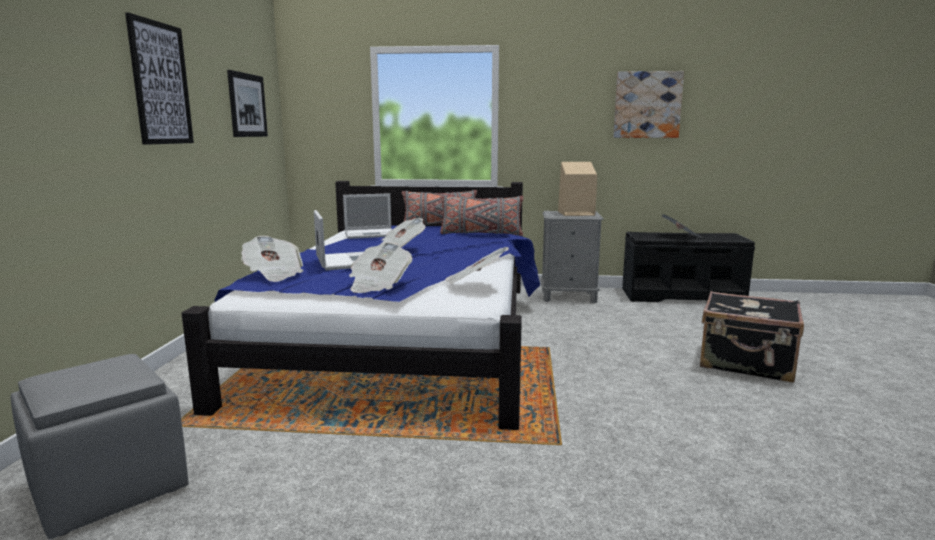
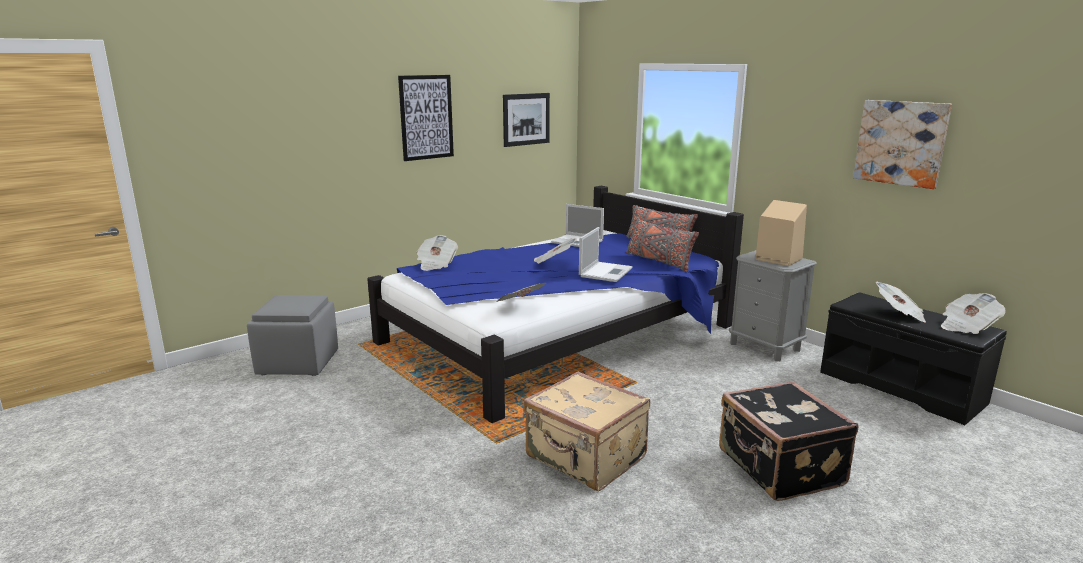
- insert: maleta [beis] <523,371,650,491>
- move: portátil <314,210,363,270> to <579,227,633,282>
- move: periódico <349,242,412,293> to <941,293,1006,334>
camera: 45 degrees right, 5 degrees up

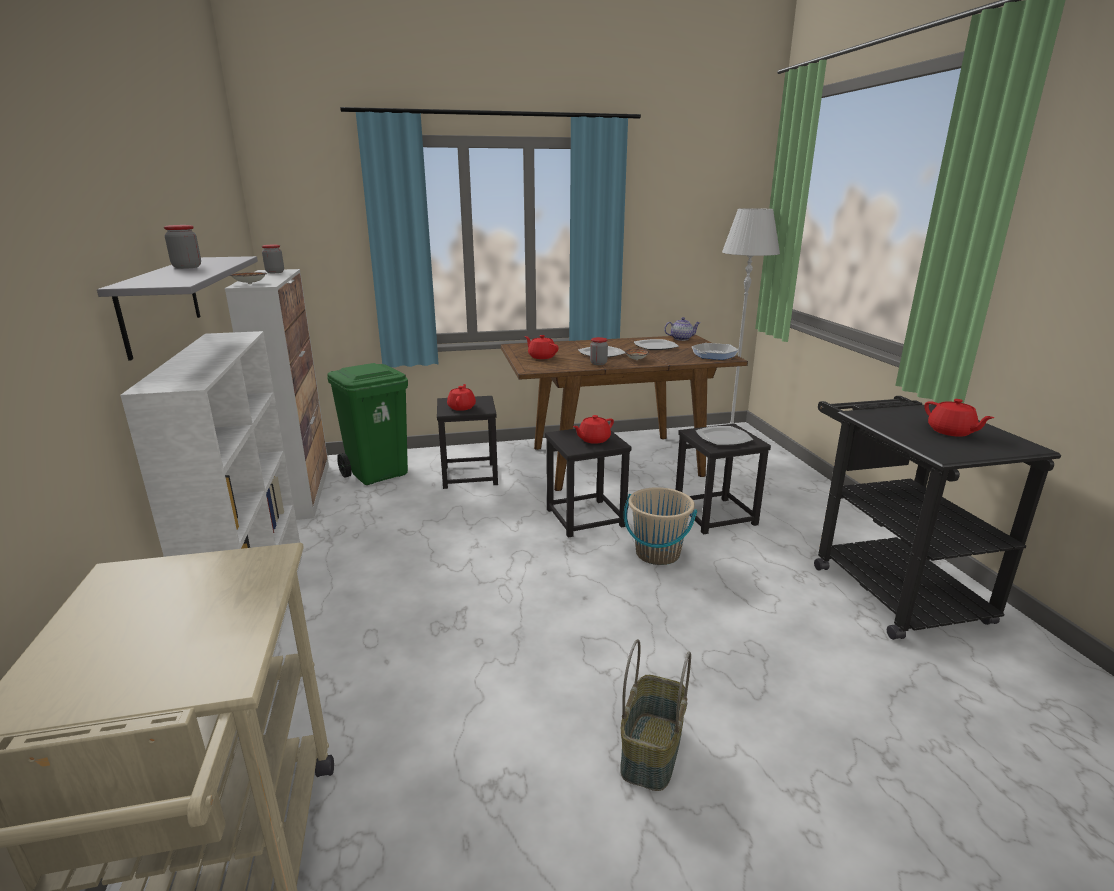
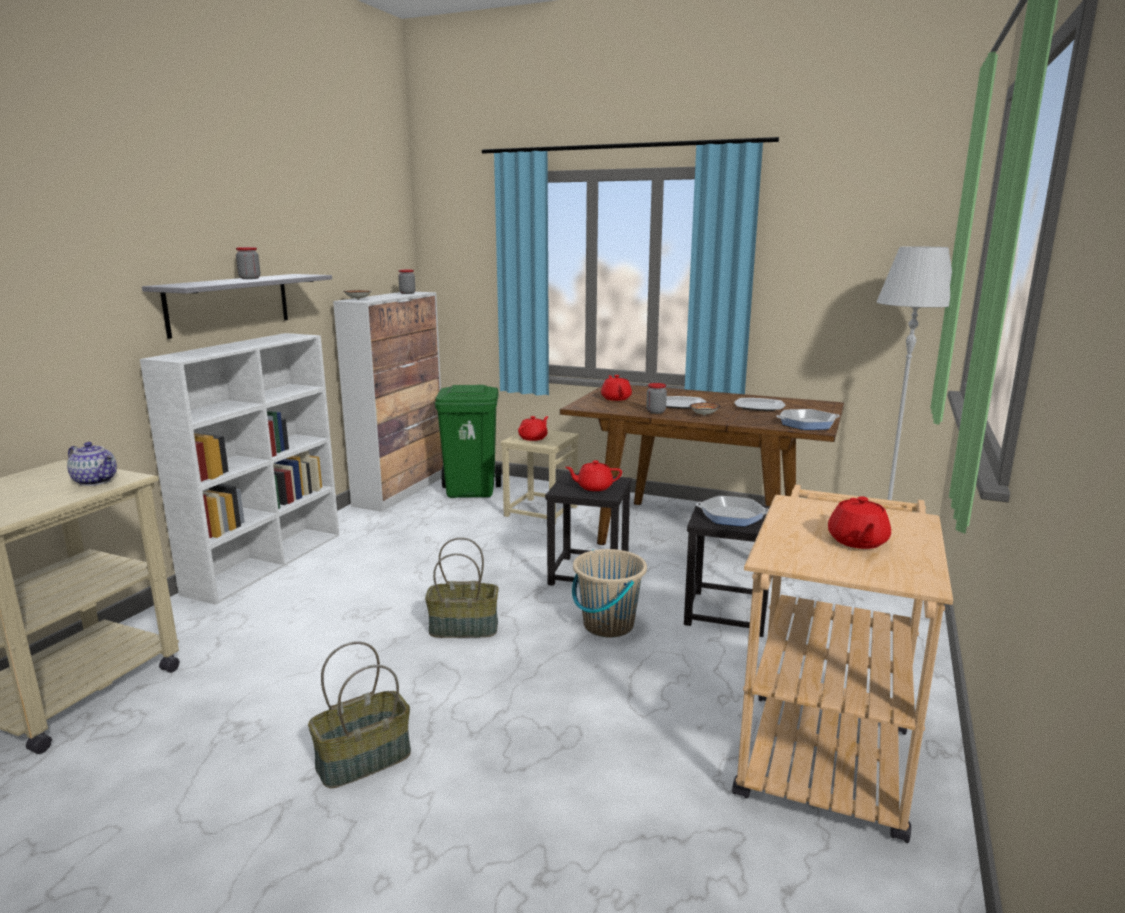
- move: tetera <664,317,700,341> to <67,442,117,486>
- insert: cesta <425,538,499,638>
- recolor: taburete [negro] <437,396,498,489> to taburete [beis] <501,430,579,524>
- replace: plato <696,426,753,445> to sartén <696,496,769,526>
- recolor: carrito [negro] <814,396,1061,640> to carrito [beis] <732,485,953,843>
camera: 35 degrees right, 5 degrees down

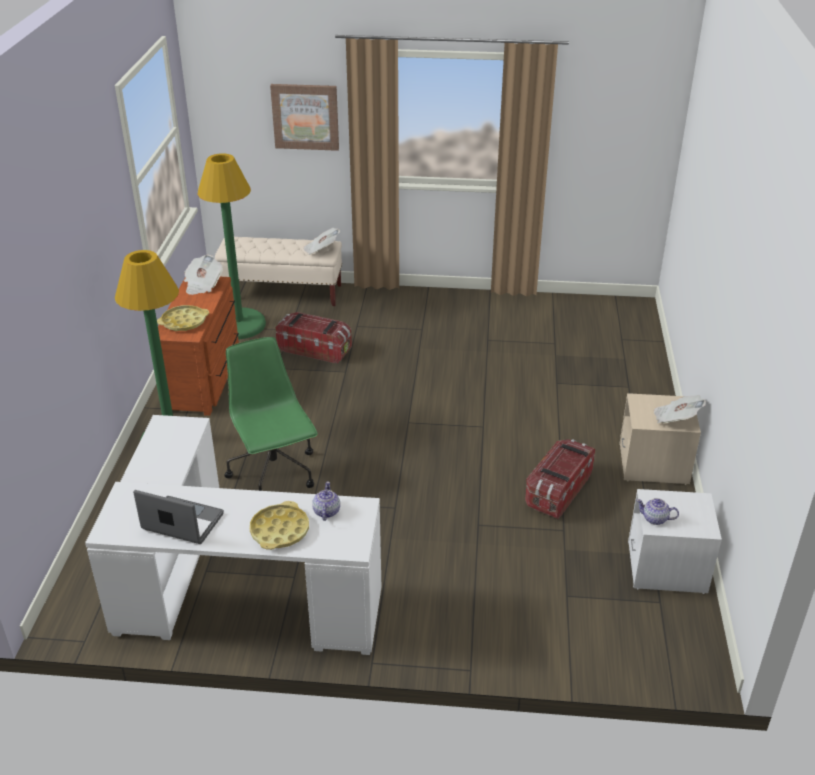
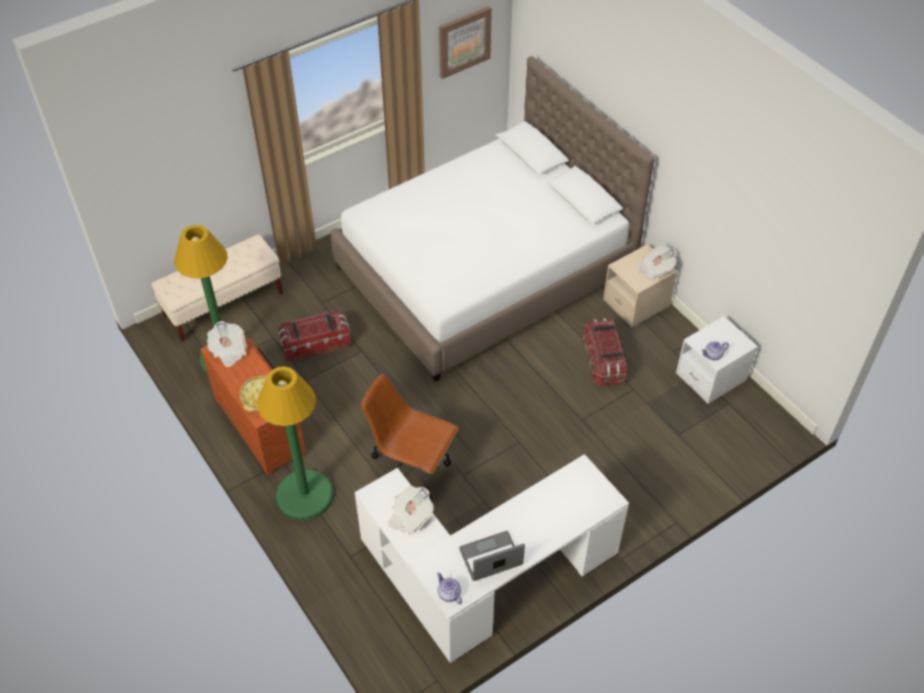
- insert: cama [blanco] <330,56,654,382>
- recolor: silla de oficina [verde] <224,337,318,491> to silla de oficina [marrón] <361,374,458,500>
- move: periódico <303,228,340,255> to <388,486,434,535>
- move: tetera <312,481,340,521> to <437,572,462,604>
- move: cuadro <270,84,339,151> to <439,6,492,79>
- delete: bandeja [amarillo] <250,501,309,550>
camera: 40 degrees left, 15 degrees up

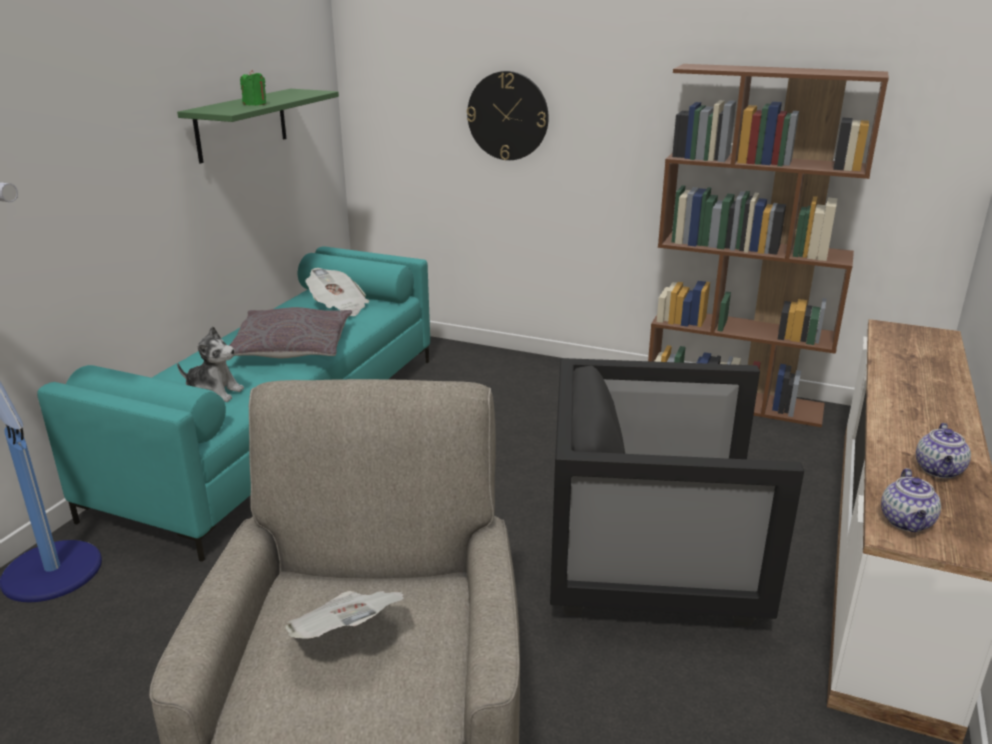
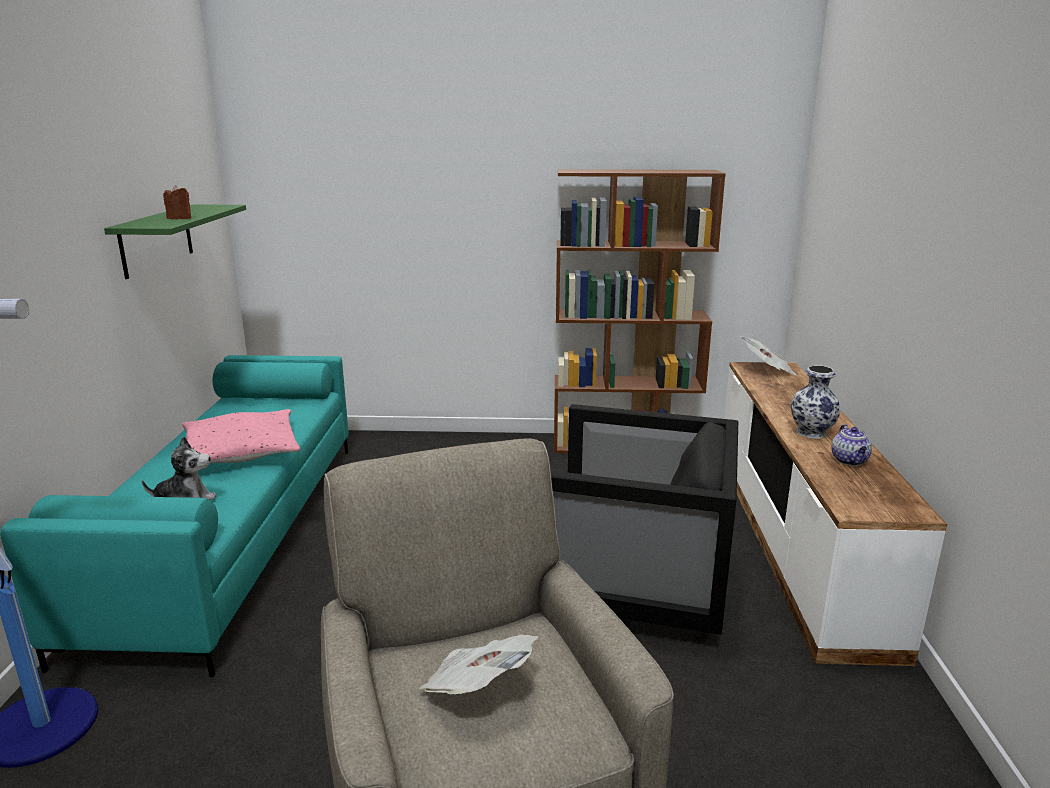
- recolor: vela [verde] <240,70,266,106> to vela [marrón] <163,185,191,219>
- recolor: cojín [gris] <229,307,352,358> to cojín [rosa] <182,409,300,463>
- rotate: sillón [negro] <550,358,804,627> = <551,404,738,642> 150 degrees counterclockwise
- move: periódico <305,268,369,316> to <740,336,796,375>
- insert: florero <791,365,840,439>
- delete: reloj de pared <467,71,549,160>
- delete: tetera <881,468,941,532>
camera: 20 degrees left, 5 degrees down

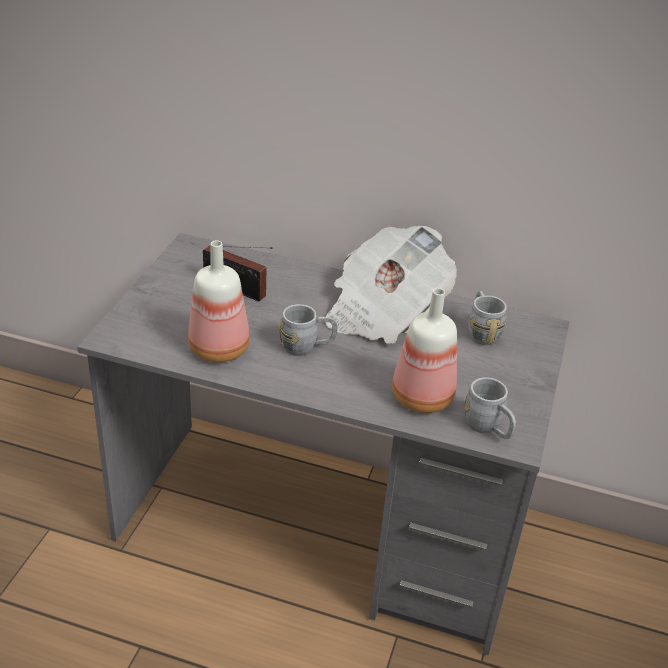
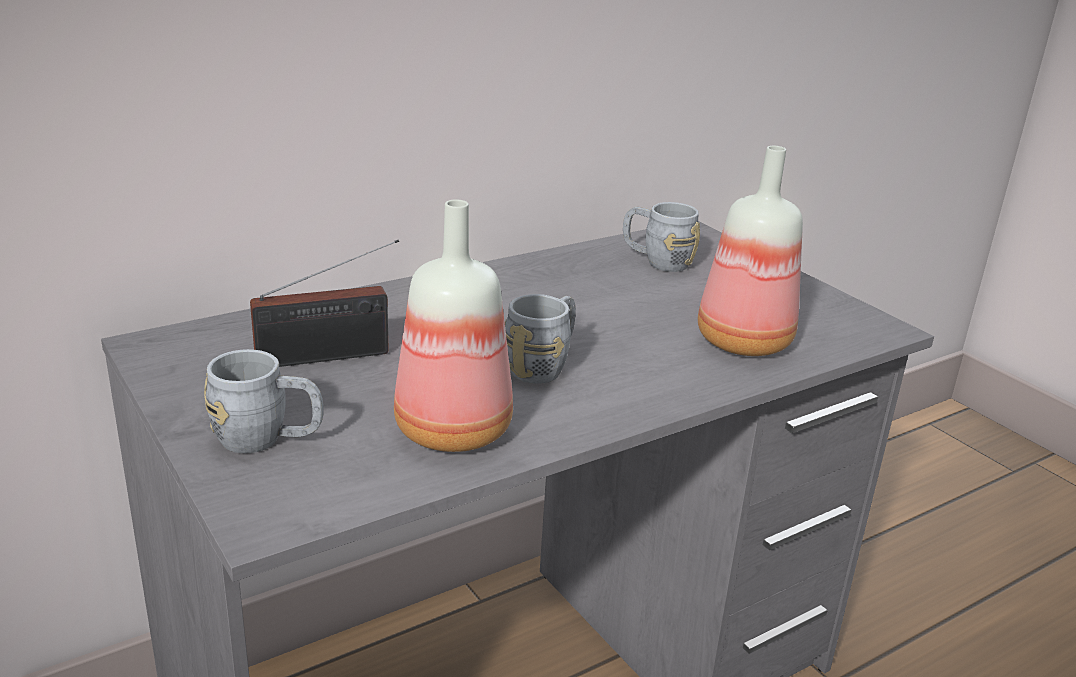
- move: taza grande [gris] <465,377,516,439> to <204,349,324,454>
- delete: periódico <325,226,457,344>
camera: 50 degrees left, 10 degrees down

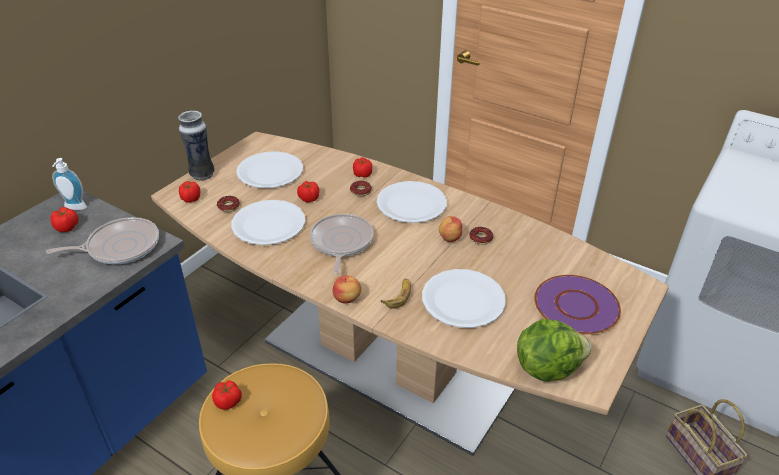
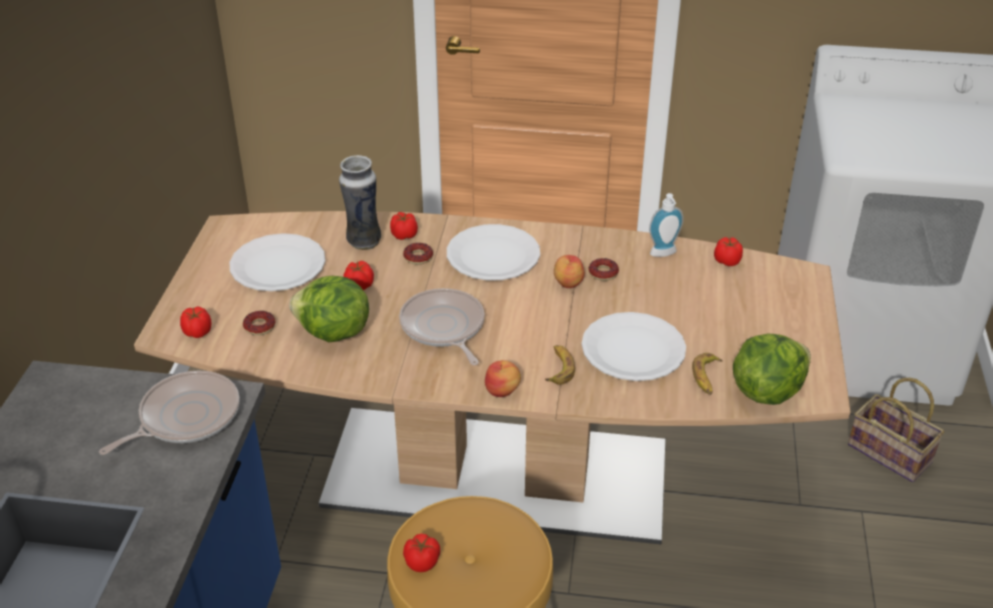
- replace: plato [blanco] <231,200,305,245> to lechuga <289,276,369,342>
- move: florero <178,111,215,181> to <339,155,381,250>
- move: dispensador de jabón <52,158,87,210> to <649,193,684,257>
- insert: plátano <692,353,723,395>
- move: tomate <50,207,79,232> to <714,237,743,266>
- delete: plato [morado] <534,275,621,334>
camera: 25 degrees left, 0 degrees up

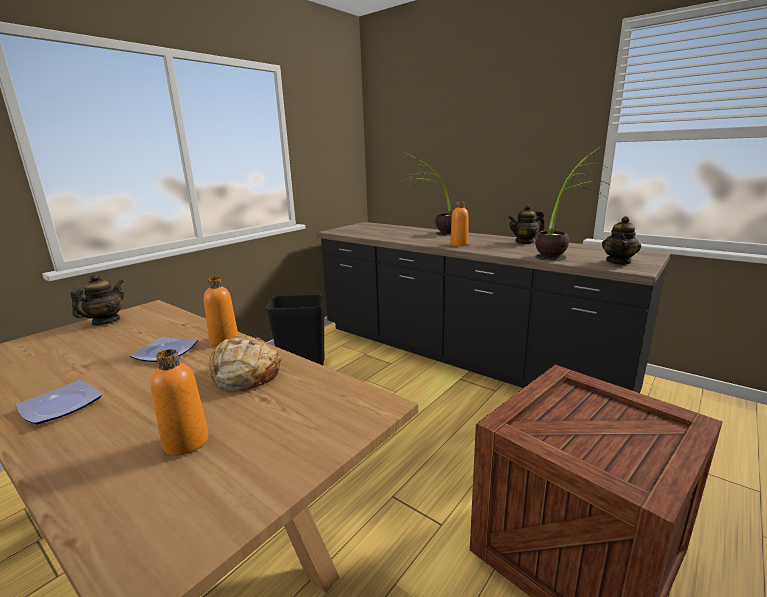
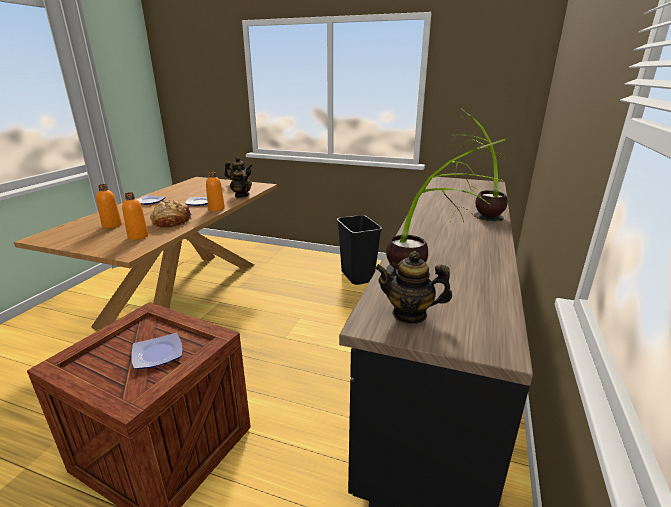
- move: botella [naranja] <450,202,469,246> to <122,192,148,240>
- insert: plato <131,333,183,369>
- move: tetera <508,205,545,244> to <230,166,252,198>
camera: 70 degrees right, 5 degrees up

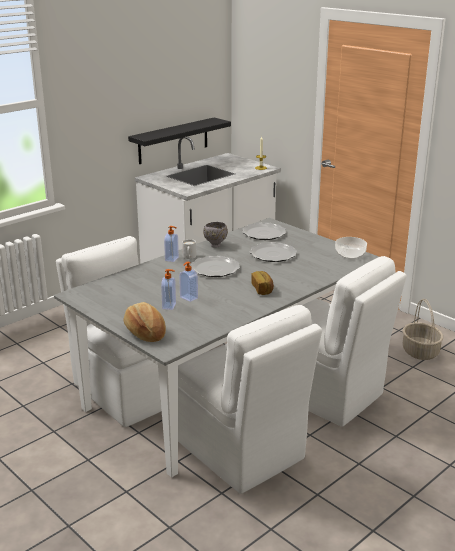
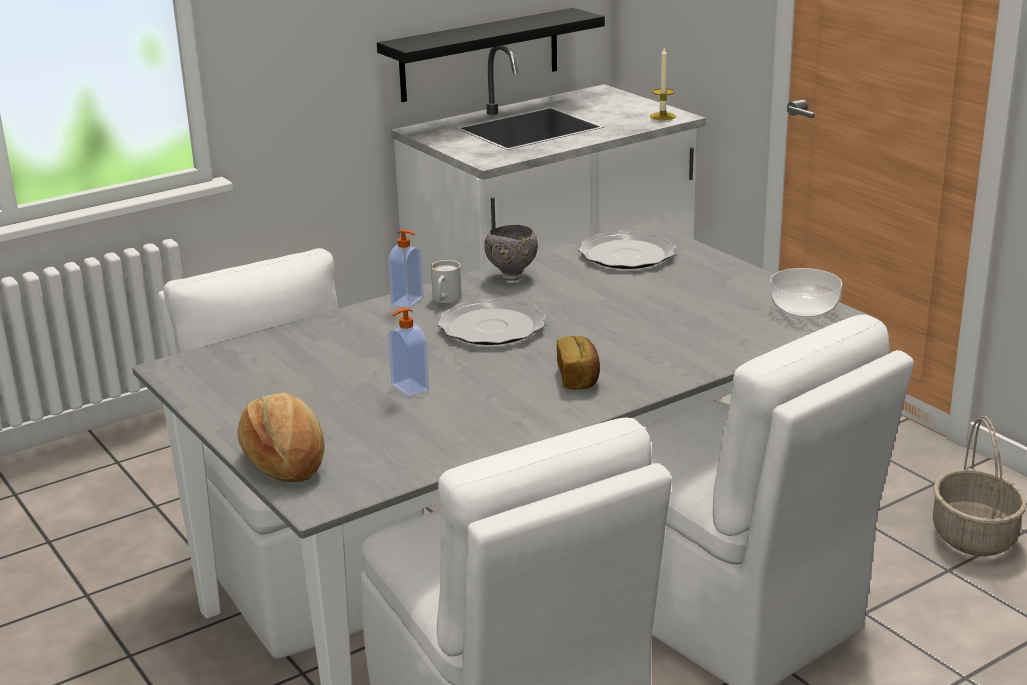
- delete: dispensador de jabón <161,269,176,310>
- delete: plato <250,242,297,262>
camera: 10 degrees right, 0 degrees up

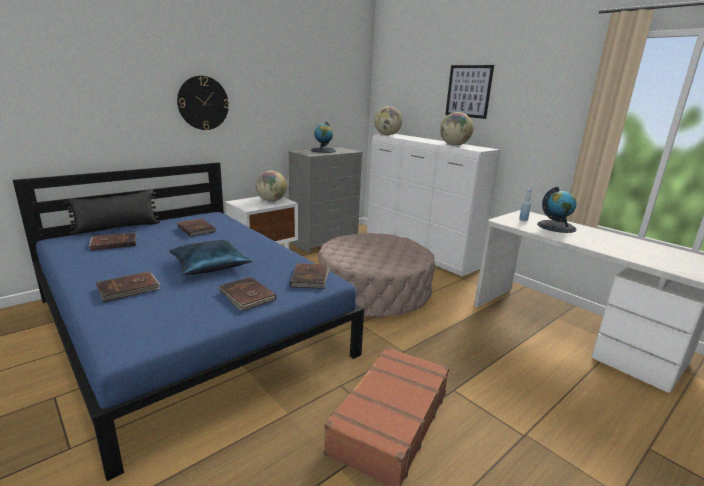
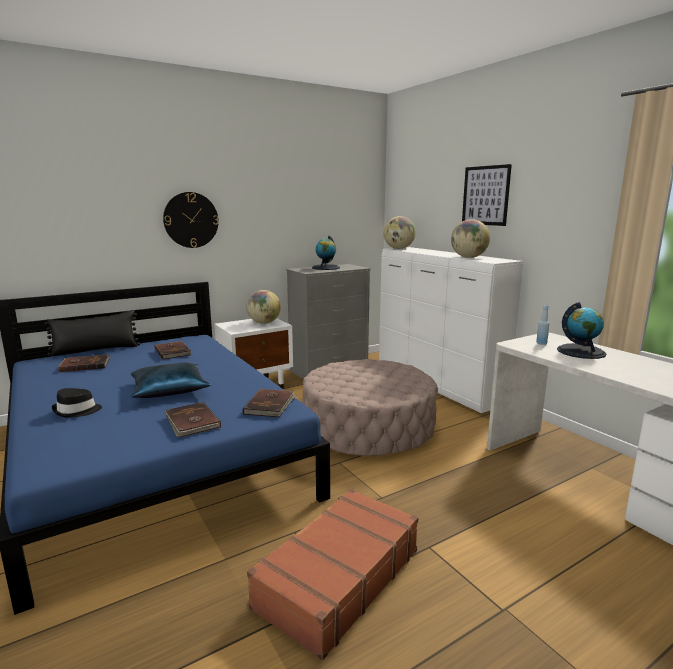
- replace: libro [marrón] <96,271,160,302> to sombrero [negro] <51,388,102,417>
camera: 10 degrees right, 5 degrees down

